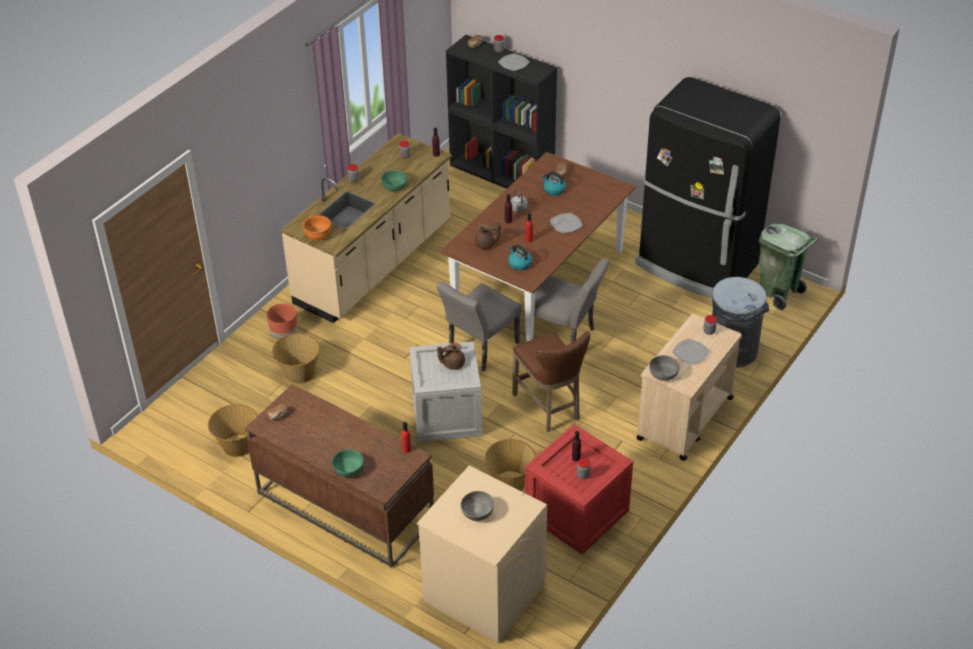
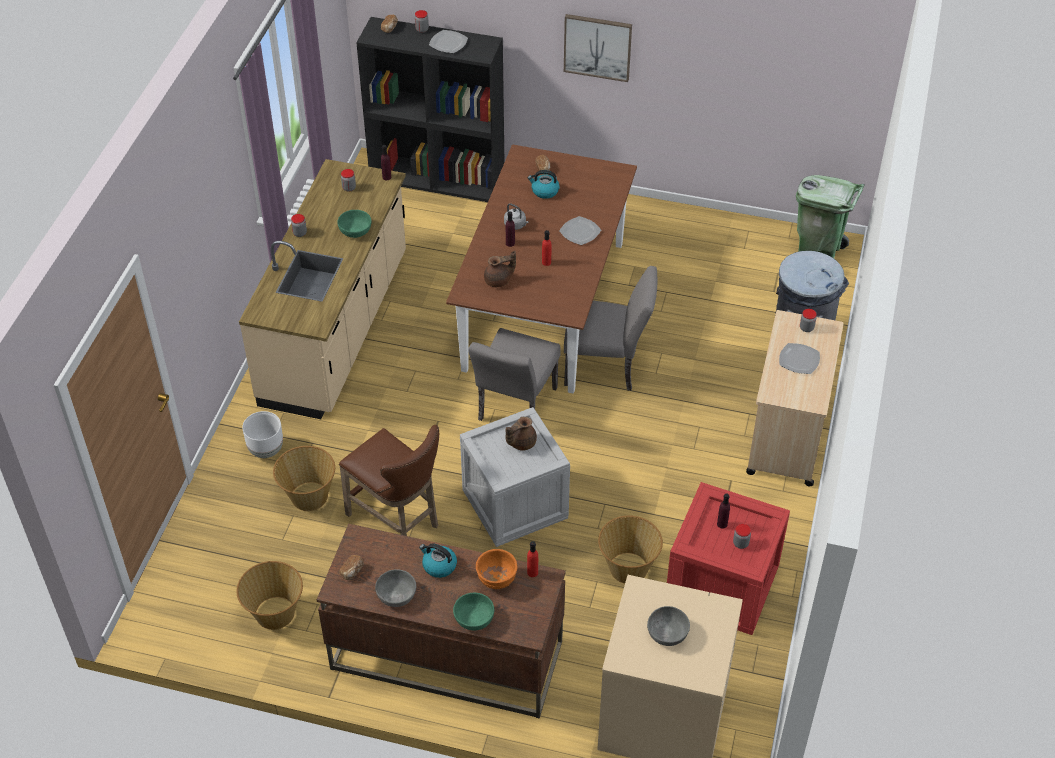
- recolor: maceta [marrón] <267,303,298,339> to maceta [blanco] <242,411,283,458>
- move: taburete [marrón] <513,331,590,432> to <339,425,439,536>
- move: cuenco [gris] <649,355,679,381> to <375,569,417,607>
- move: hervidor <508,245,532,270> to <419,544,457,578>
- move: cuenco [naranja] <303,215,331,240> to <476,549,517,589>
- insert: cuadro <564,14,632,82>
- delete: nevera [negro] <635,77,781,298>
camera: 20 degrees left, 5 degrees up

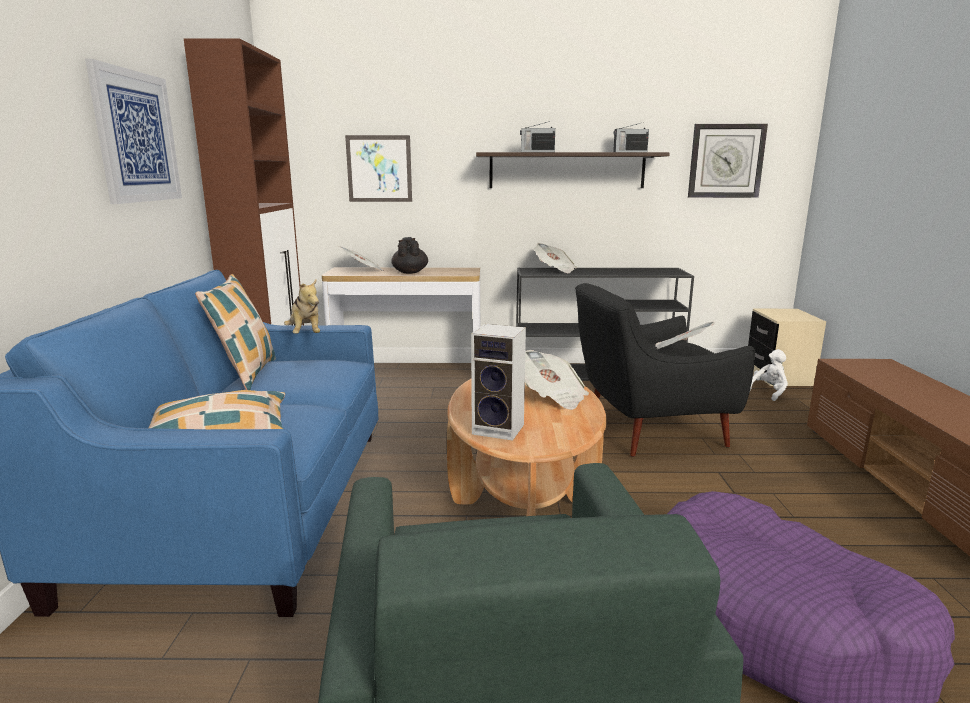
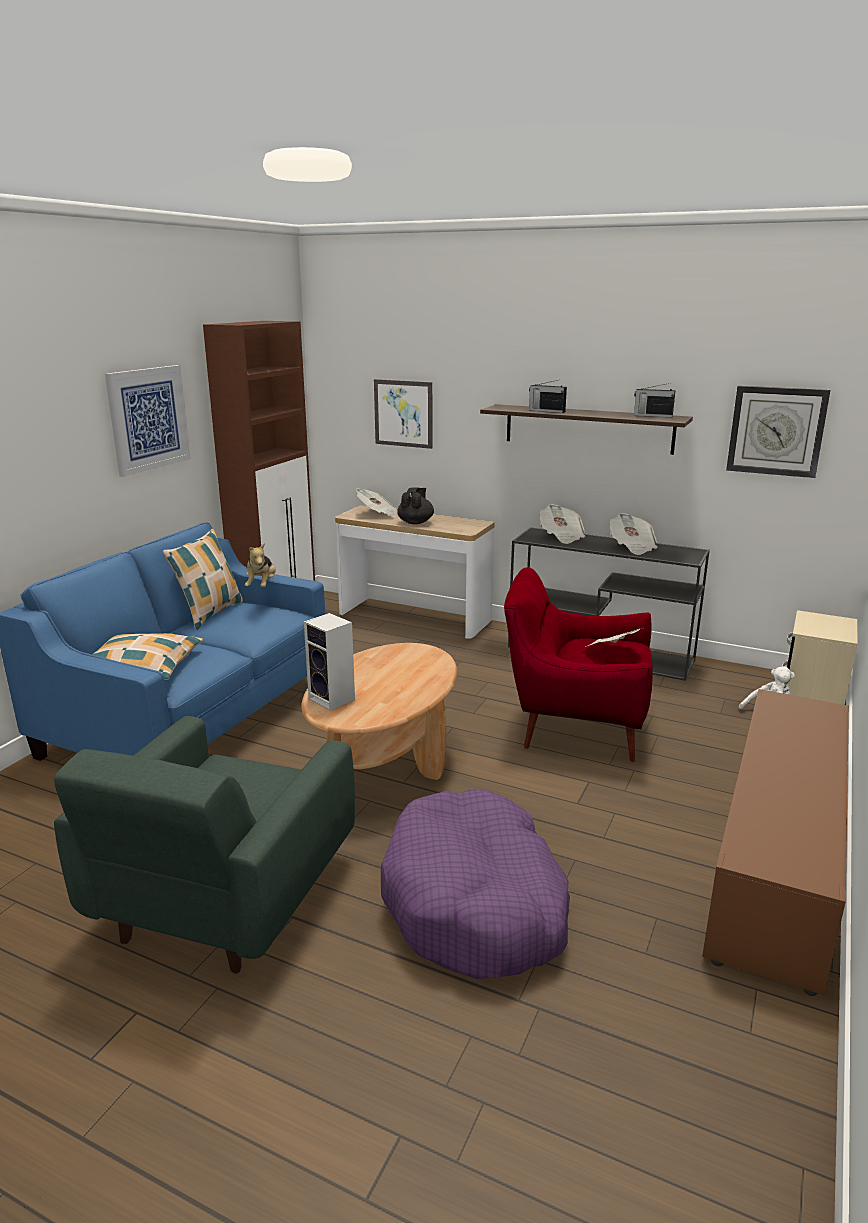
- recolor: sillón [negro] <575,283,755,457> to sillón [rojo] <504,567,652,762>
- move: periódico <525,350,589,410> to <610,513,658,555>
camera: 25 degrees right, 5 degrees up

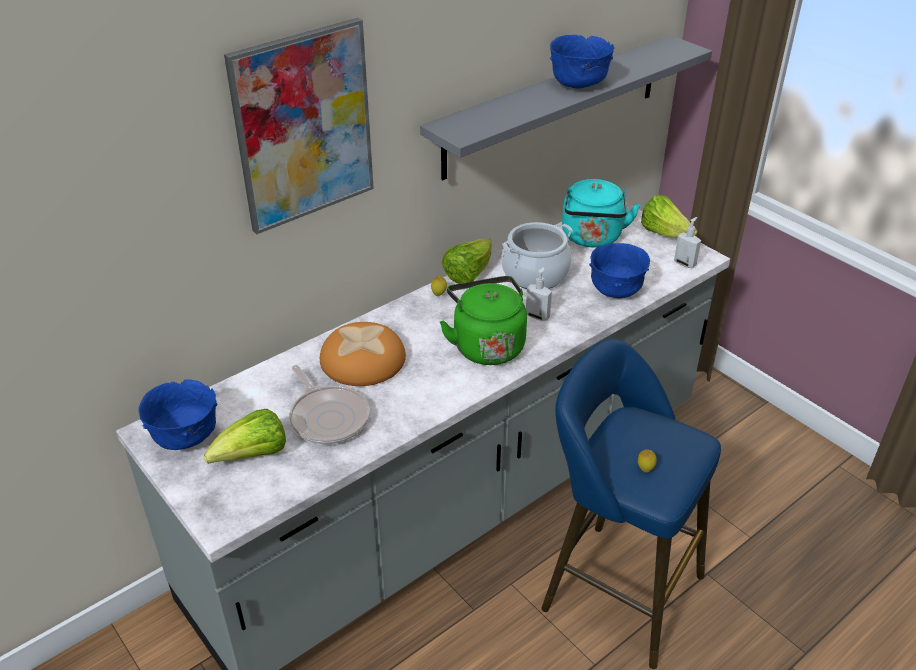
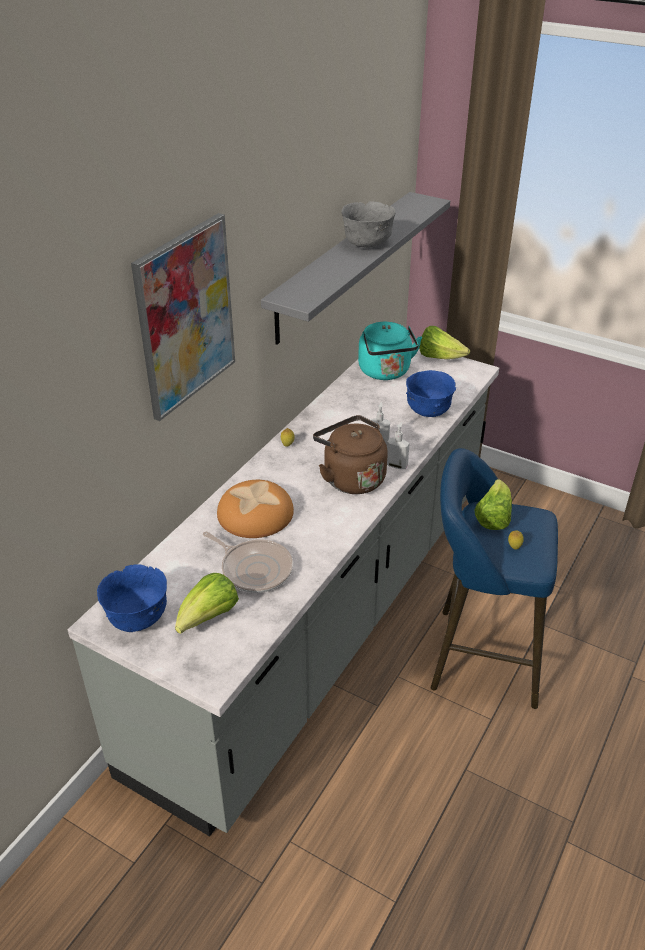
- recolor: hervidor [verde] <440,276,527,365> to hervidor [marrón] <313,415,388,494>
- recolor: cuenco [azul] <550,35,615,89> to cuenco [gris] <341,201,396,248>
- move: dispensador de jabón <674,217,701,268> to <387,422,410,469>
- move: lechuga <442,238,492,284> to <475,479,512,530>
- delete: olla <501,222,573,289>
camera: 20 degrees left, 0 degrees up

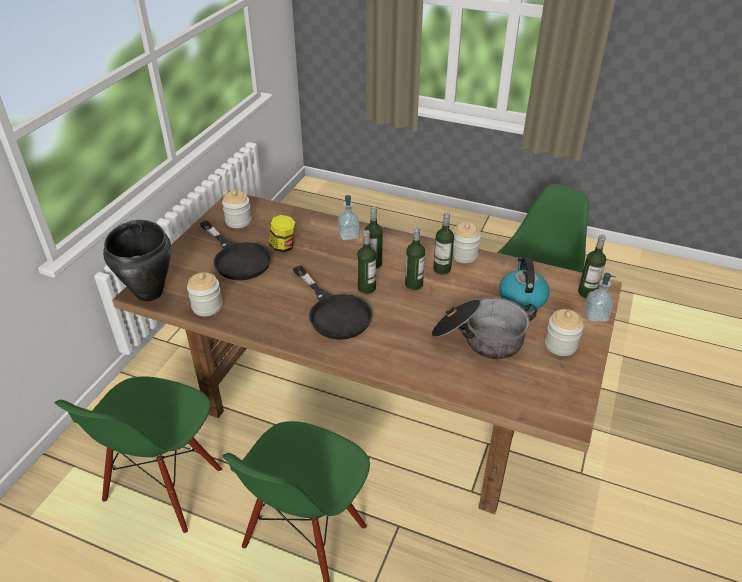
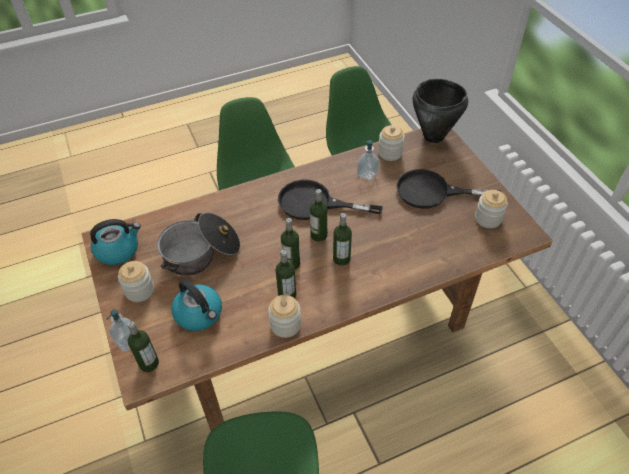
- insert: hervidor <90,219,141,265>
- move: dispensador de jabón <338,195,360,240> to <357,140,379,181>
- delete: tarro <269,215,296,253>
camera: 135 degrees right, 10 degrees up

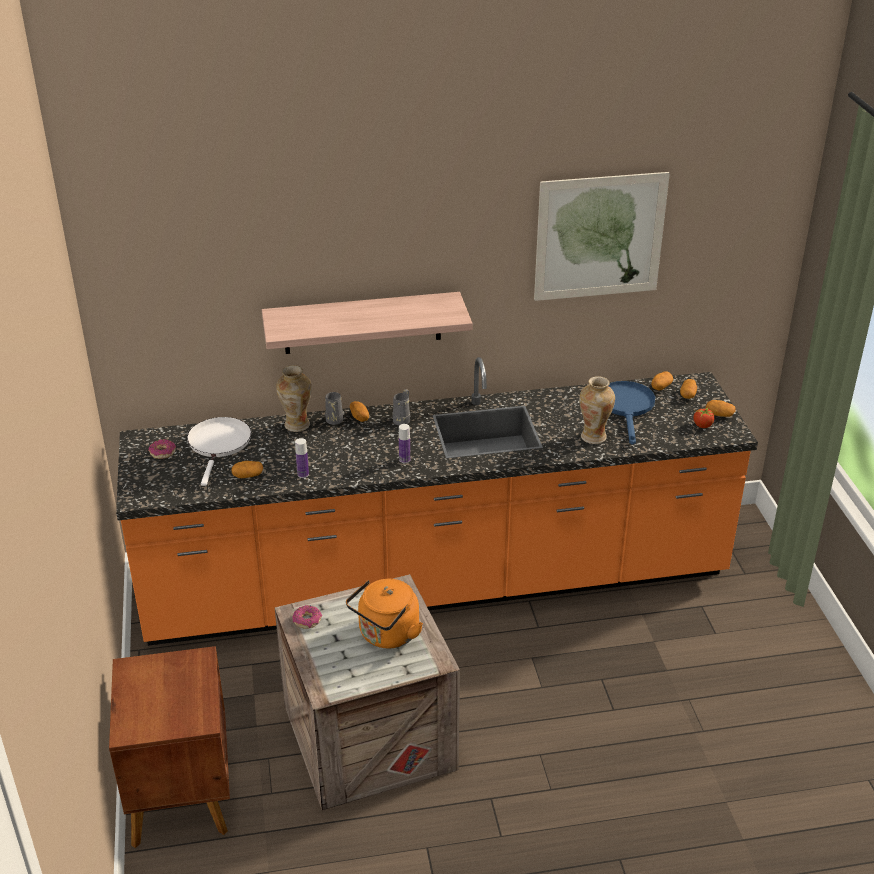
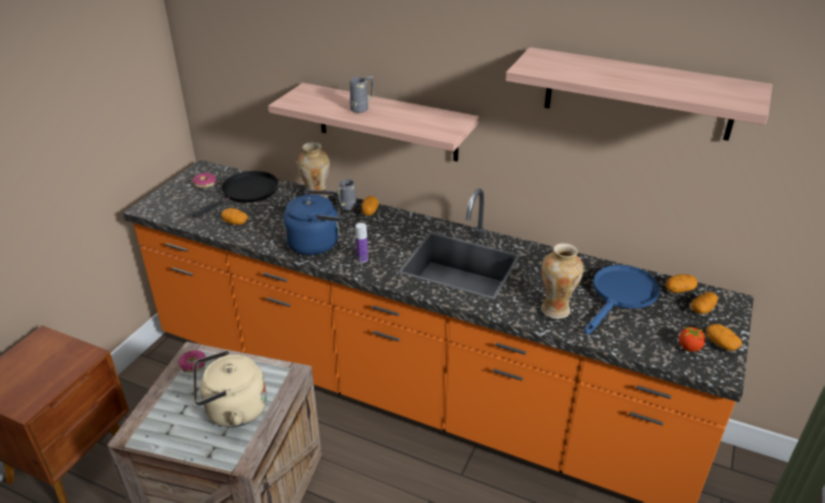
- recolor: sartén [blanco] <187,417,251,486> to sartén [negro] <192,171,279,218>
- recolor: hervidor [naranja] <346,579,423,649> to hervidor [beis] <193,350,267,427>
- insert: hervidor [azul] <283,190,344,255>
- move: taza grande [gris] <393,389,410,426> to <350,76,374,113>
- replace: cuadro <534,172,670,301> to estante <506,47,773,141>
- delete: botella <295,438,309,478>
camera: 35 degrees right, 0 degrees up

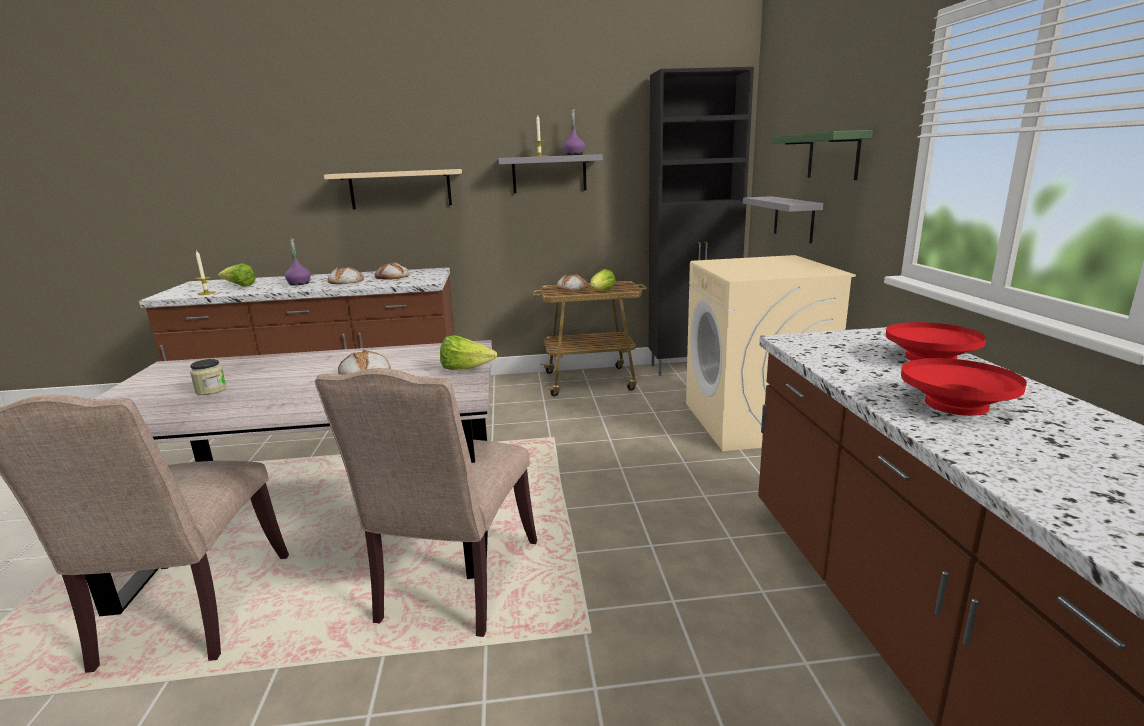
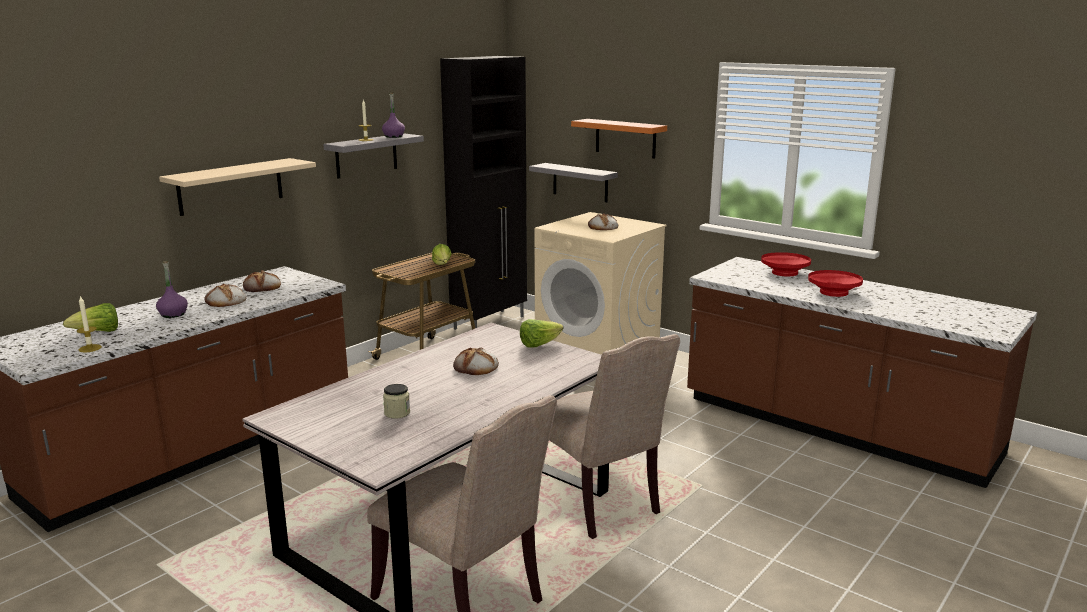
- recolor: estante [verde] <772,130,873,180> to estante [naranja] <571,119,667,158>
- move: pan <556,274,588,290> to <588,213,618,230>
camera: 45 degrees left, 0 degrees up

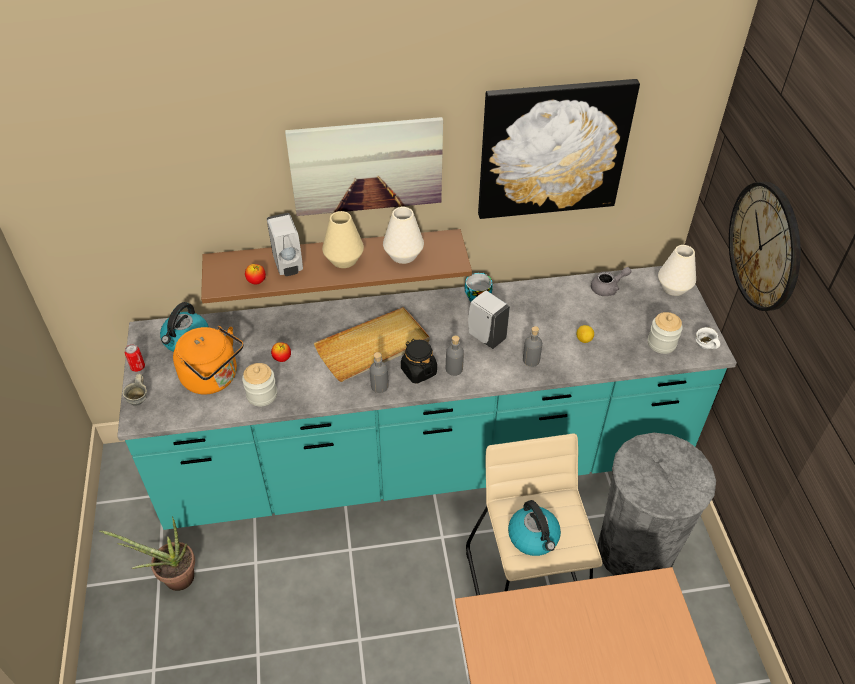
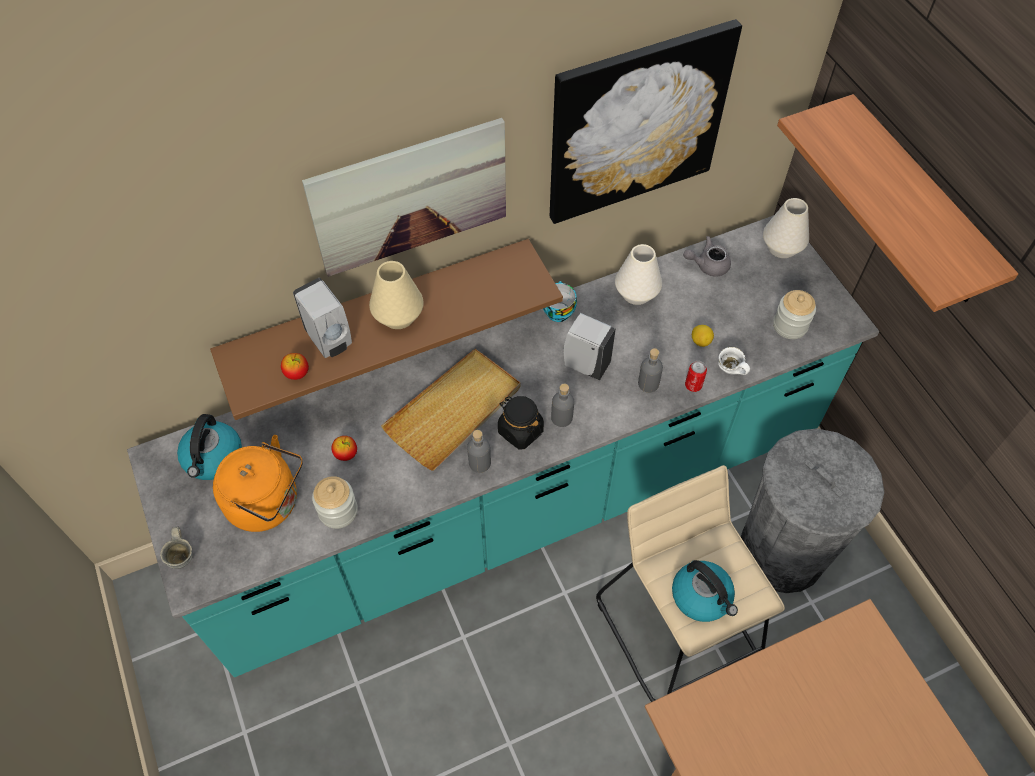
- move: florero [blanco] <383,207,424,264> to <615,244,662,305>
- rotate: tetera [gris] <591,267,631,296> = <683,236,731,277> 150 degrees counterclockwise
- move: lata <125,344,145,372> to <685,361,707,392>
- move: taza grande [blanco] <696,327,720,349> to <718,347,750,375>
- replace: reloj de pared <729,182,801,311> to estante <777,94,1018,312>
- delete: planta en maceta <99,517,195,591>
camera: 15 degrees left, 10 degrees up

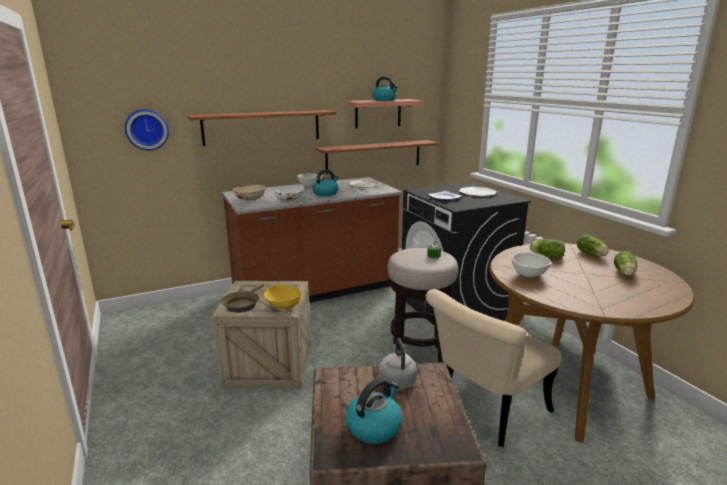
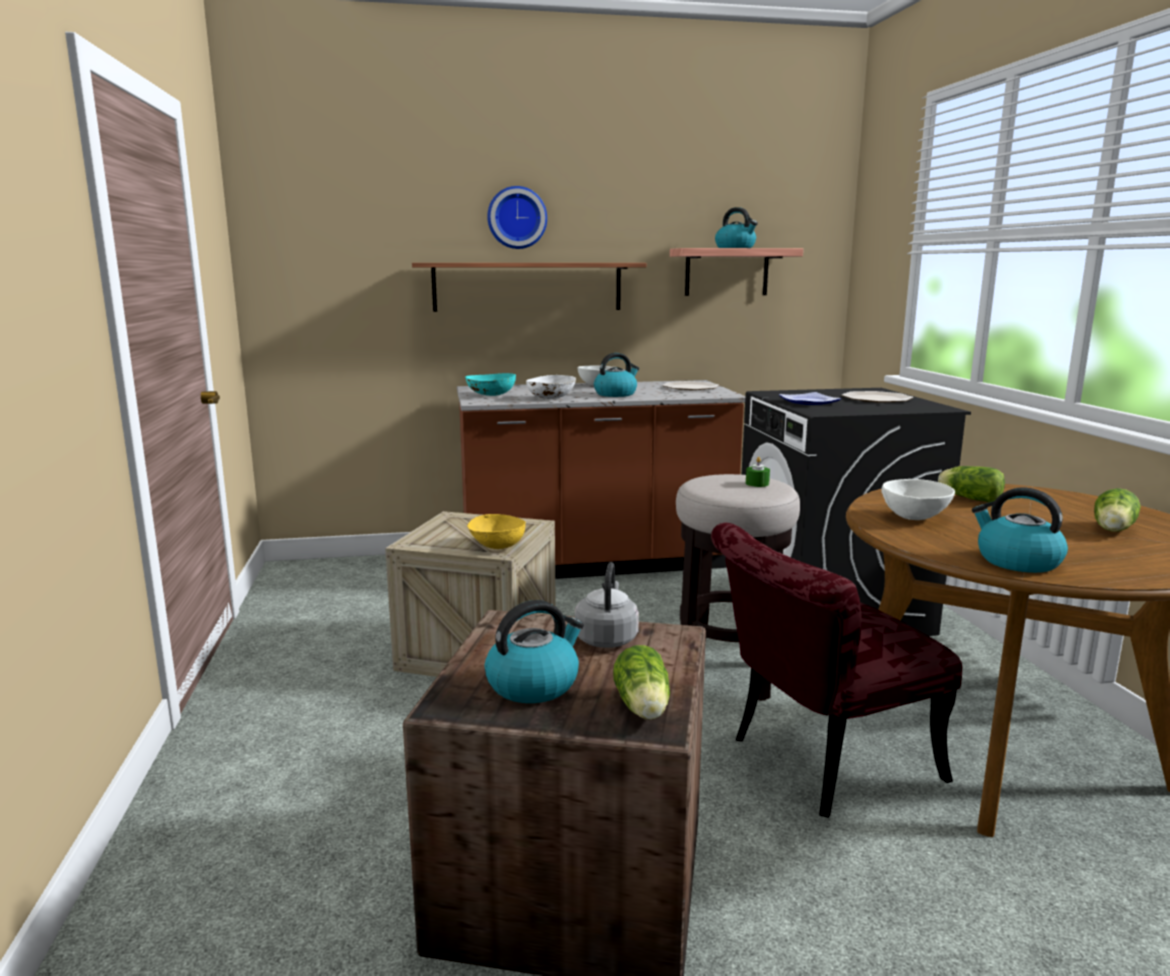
- recolor: cuenco [beis] <233,185,265,201> to cuenco [turquesa] <465,373,516,396>
- move: reloj de pared <125,109,169,150> to <487,186,547,249>
- move: lechuga <577,234,609,256> to <613,645,670,720>
- recolor: silla [beis] <426,289,561,447> to silla [rojo] <711,523,962,818>
- insert: hervidor <972,487,1068,573>
- delete: sartén [marrón] <221,284,264,313>
- delete: estante <316,140,439,174>
camera: 15 degrees right, 5 degrees down

